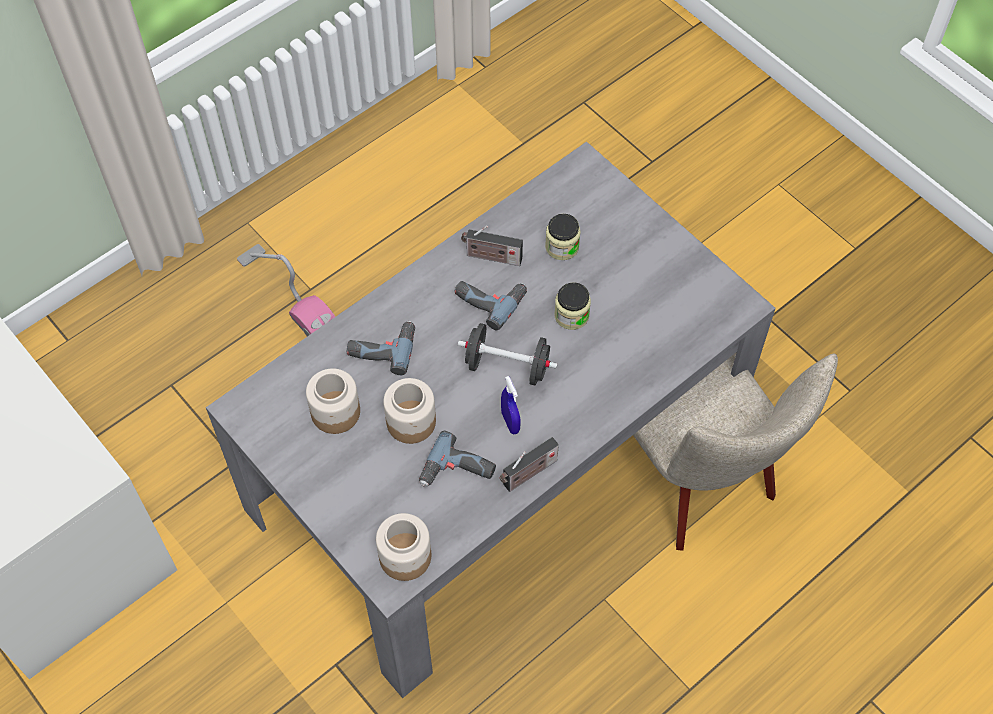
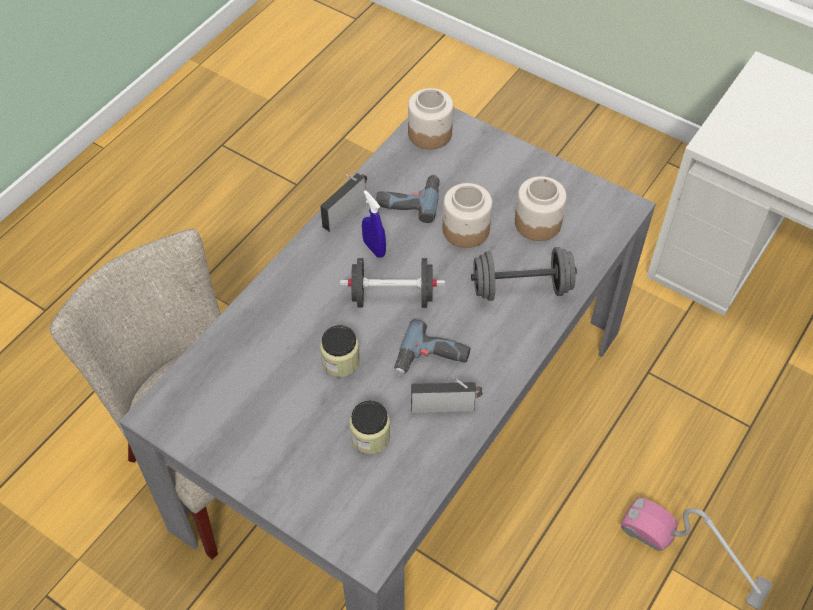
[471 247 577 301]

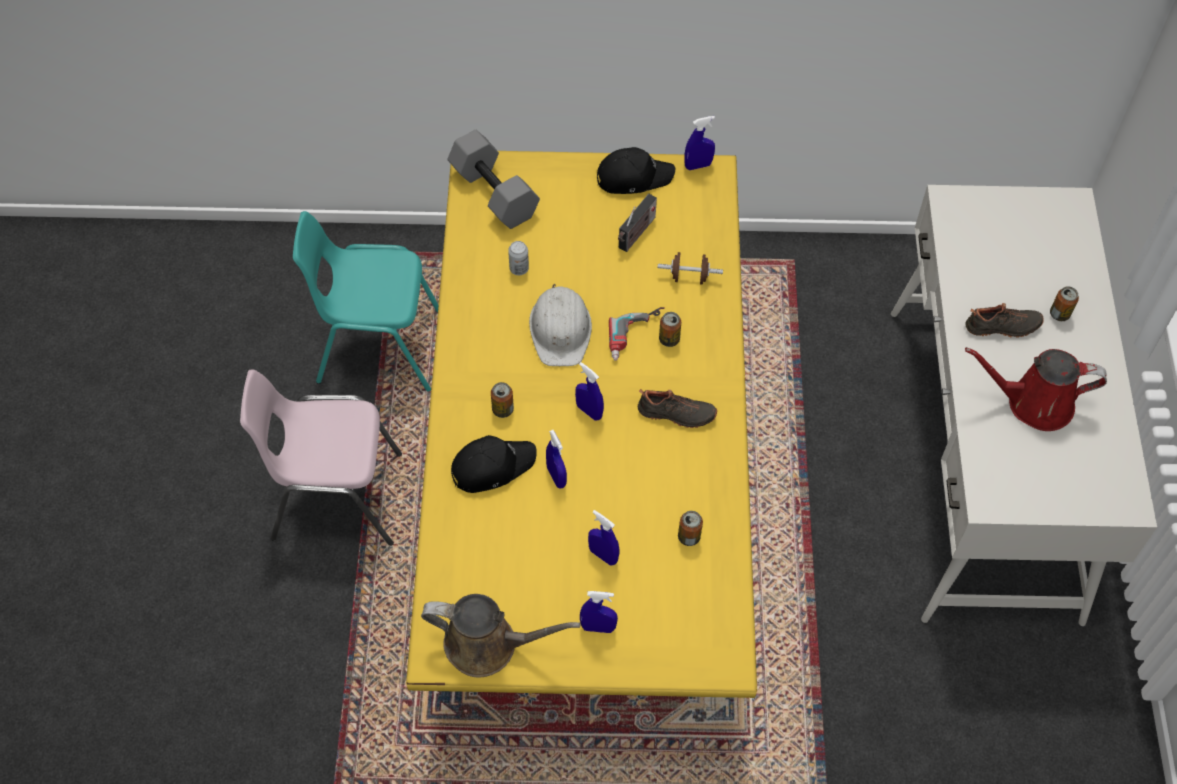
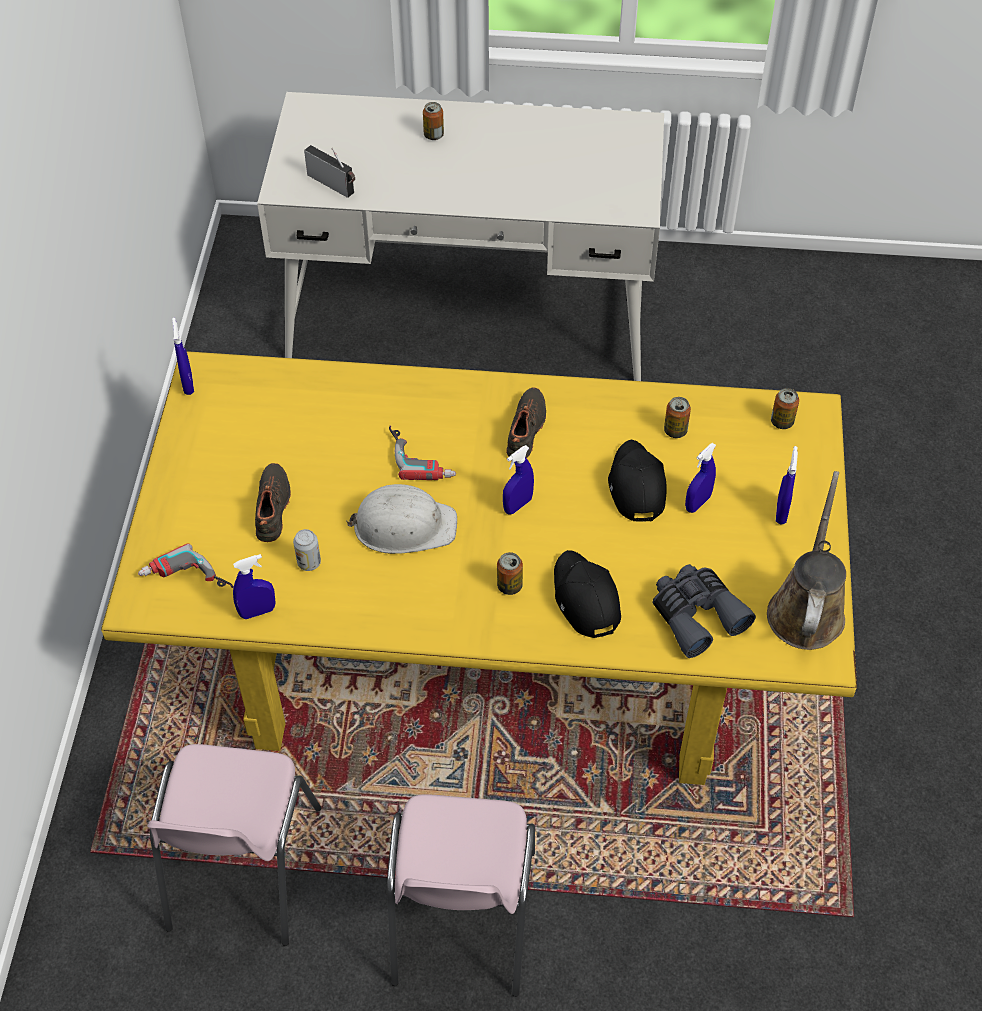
[138 543 233 588]
[608 440 667 522]
[304 145 355 198]
[147 744 321 946]
[658 252 723 285] (first image)
[255 463 291 542]
[771 388 799 429]
[965 347 1107 431] (first image)
[233 554 276 619]
[652 564 756 658]

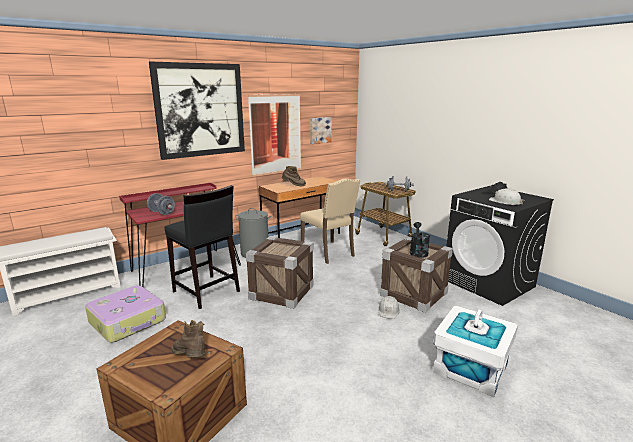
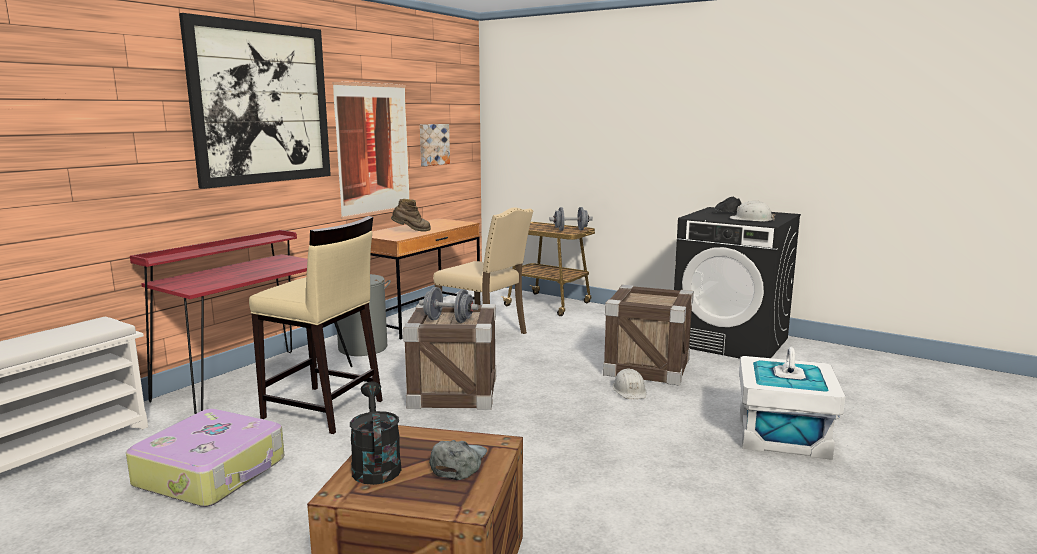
[249 216 383 434]
[419 287 479 323]
[350 382 401 485]
[429 440 487 480]

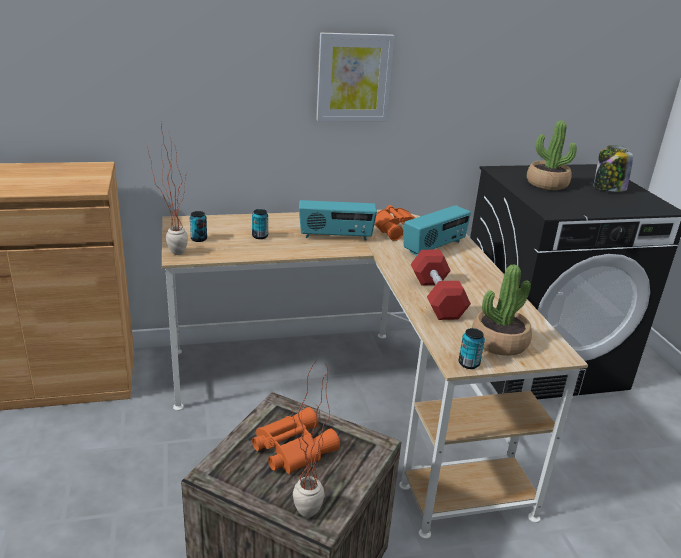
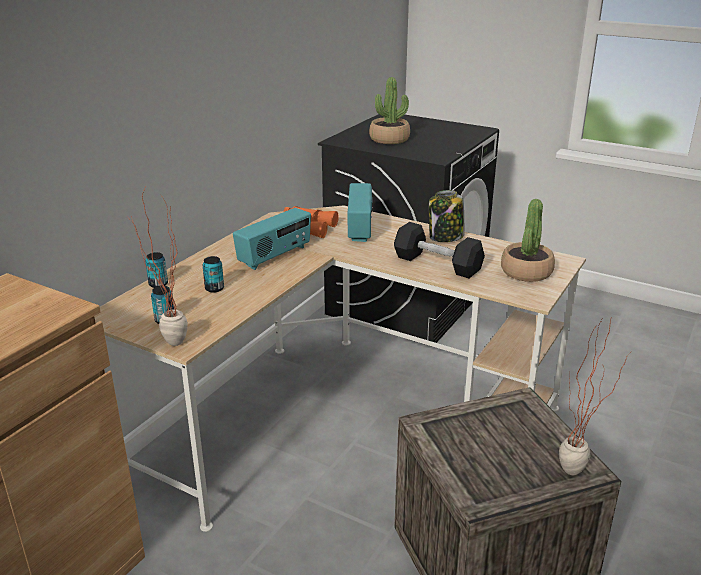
[316 32 395 121] (first image)
[429 190 464 242]
[394 222 485 278]
[145 252 168 288]
[252 407 340 474] (first image)

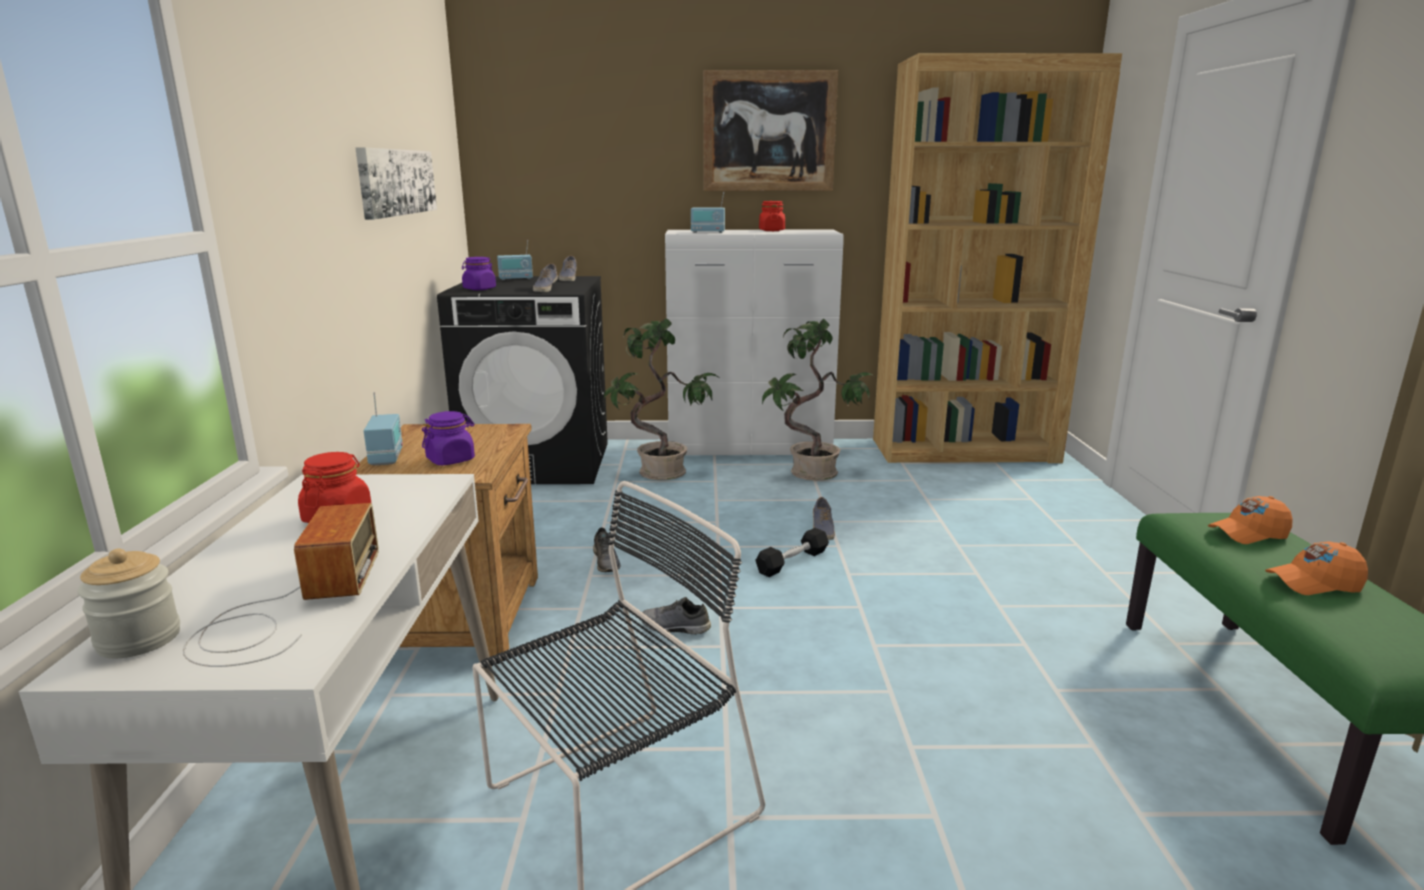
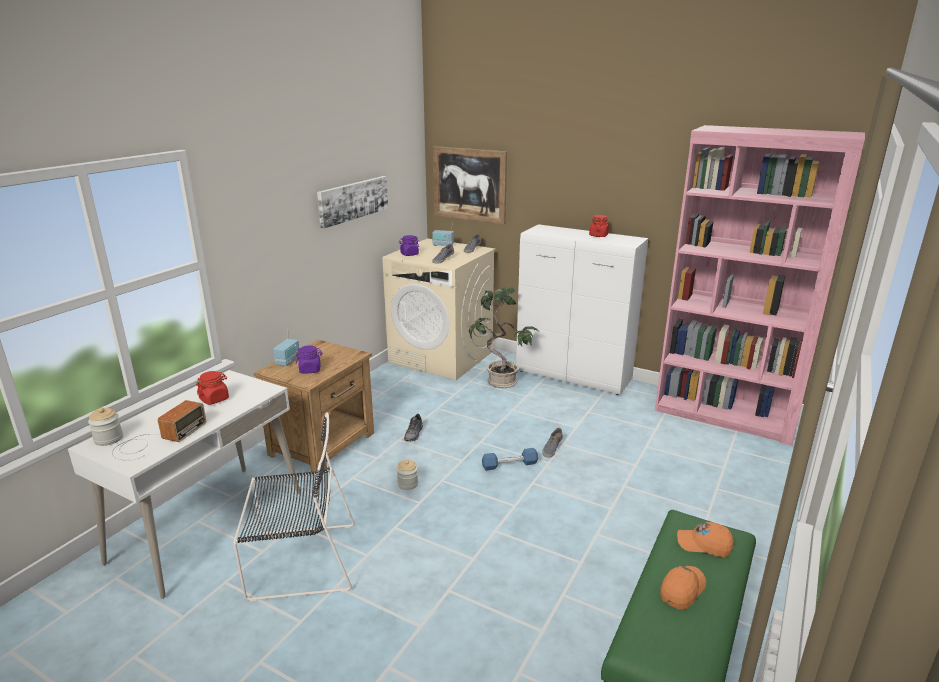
[655 125 865 446]
[433 146 507 224]
[691 192 725 233] (first image)
[382 238 495 380]
[762 319 876 481] (first image)
[482 448 538 471]
[660 566 706 609]
[397 460 418 490]

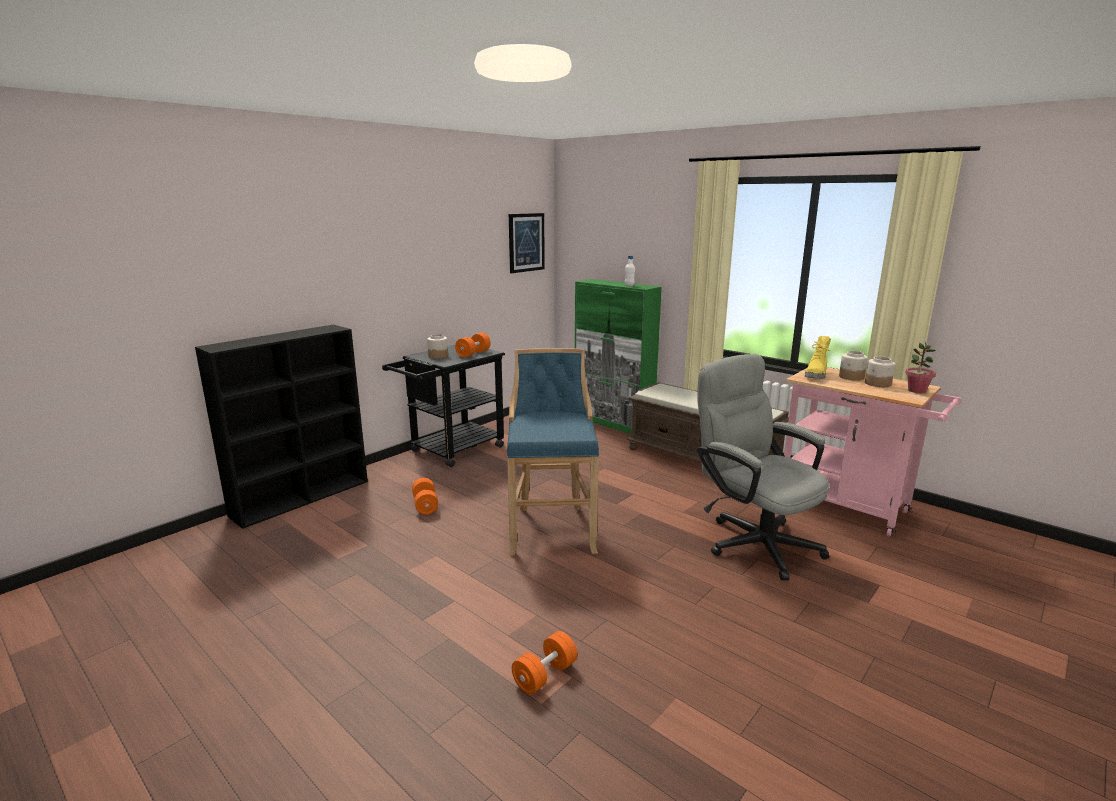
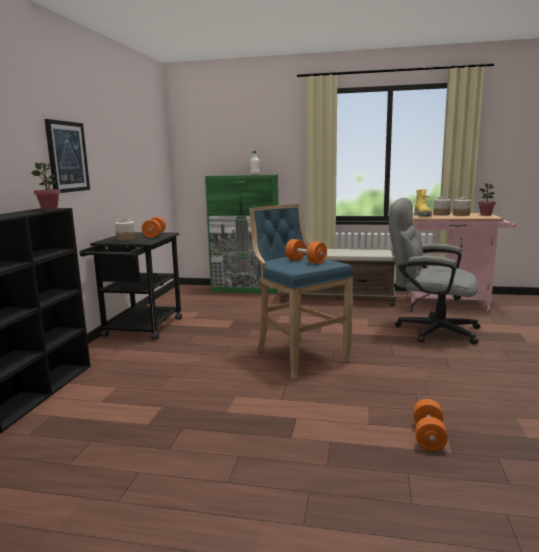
[44 119 90 193]
[285 239 327 264]
[31 162 61 210]

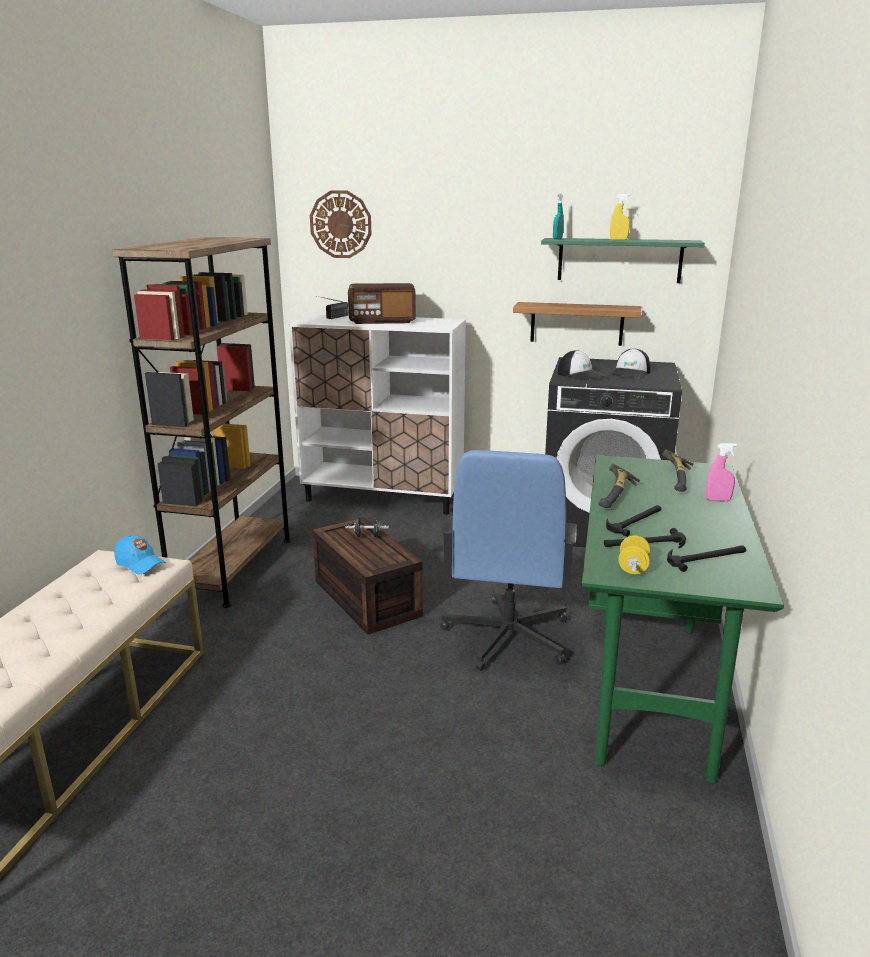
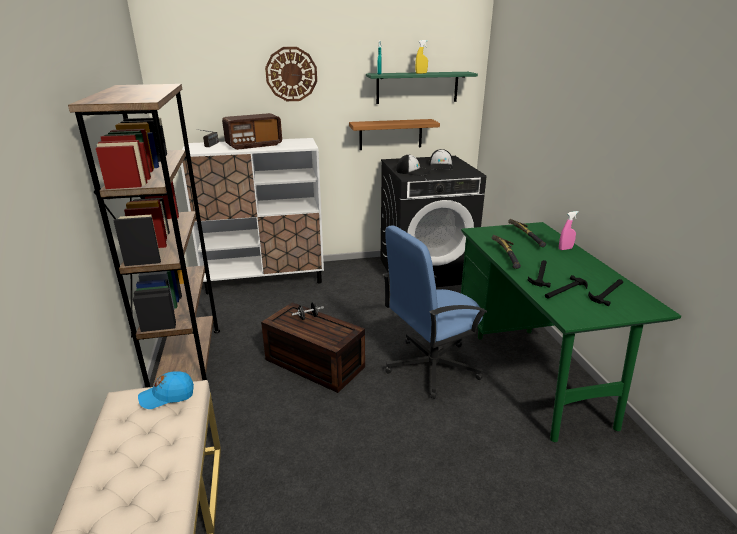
[265 47 317 101]
[383 225 487 399]
[138 371 194 409]
[618 536 650 574] (first image)

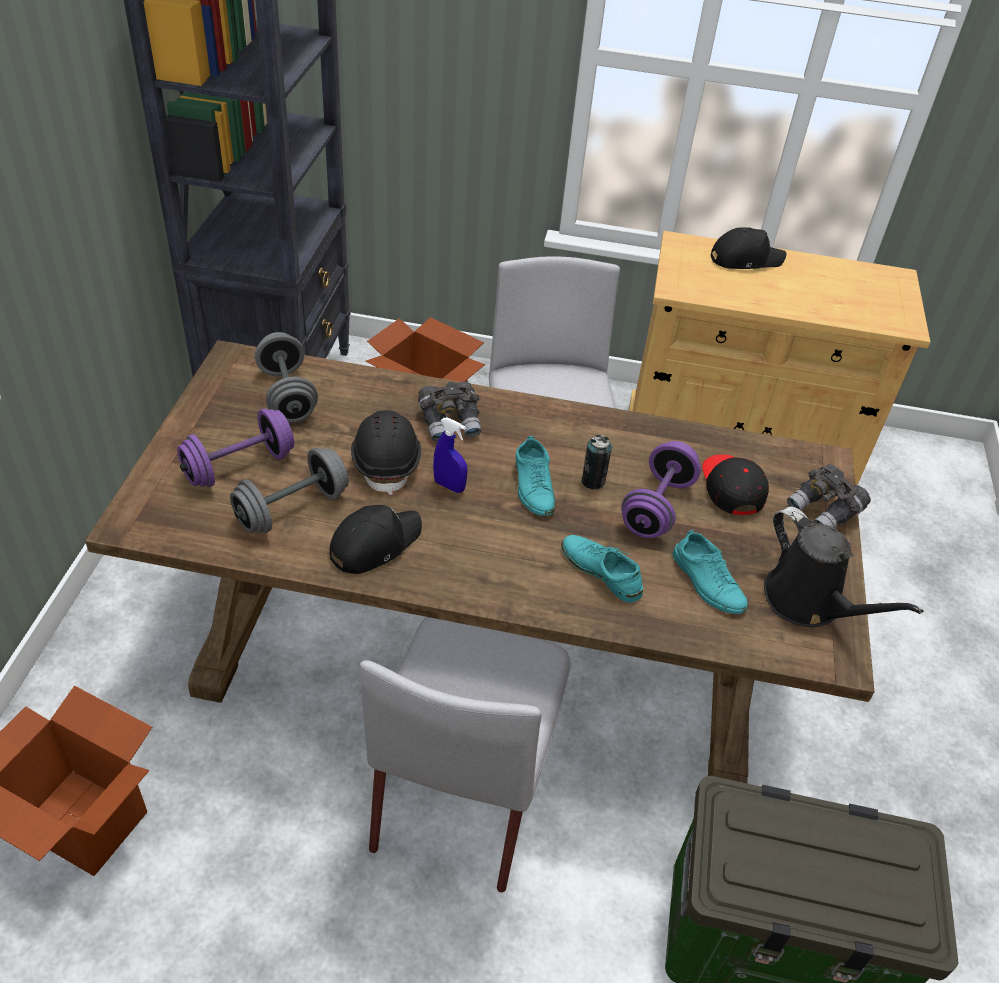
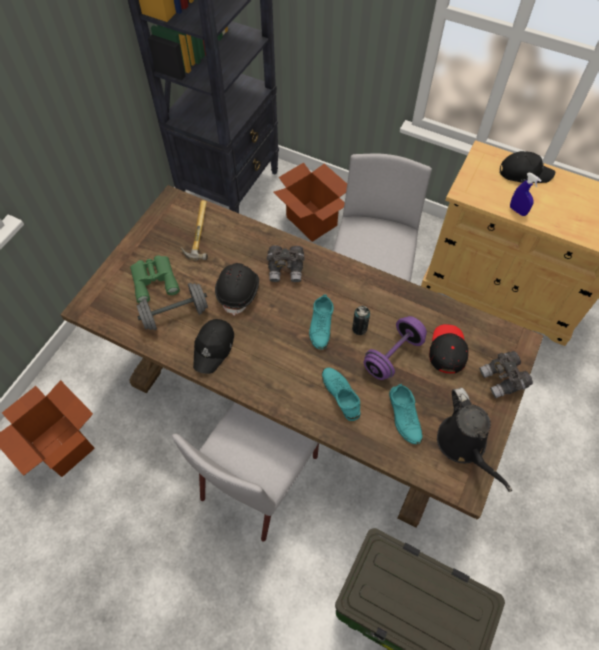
[181 200 208 261]
[130 255 180 303]
[510 173 542 216]
[193 319 234 374]

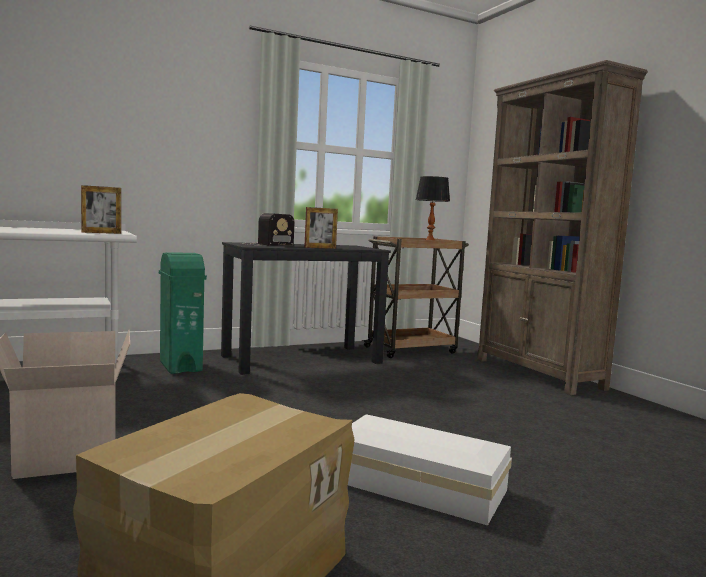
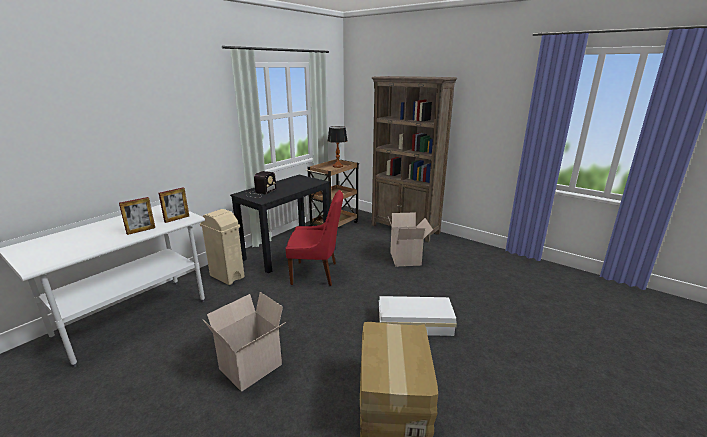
[119 197 155 235]
[200 209 245 285]
[285 190 343 286]
[388 212 433 266]

